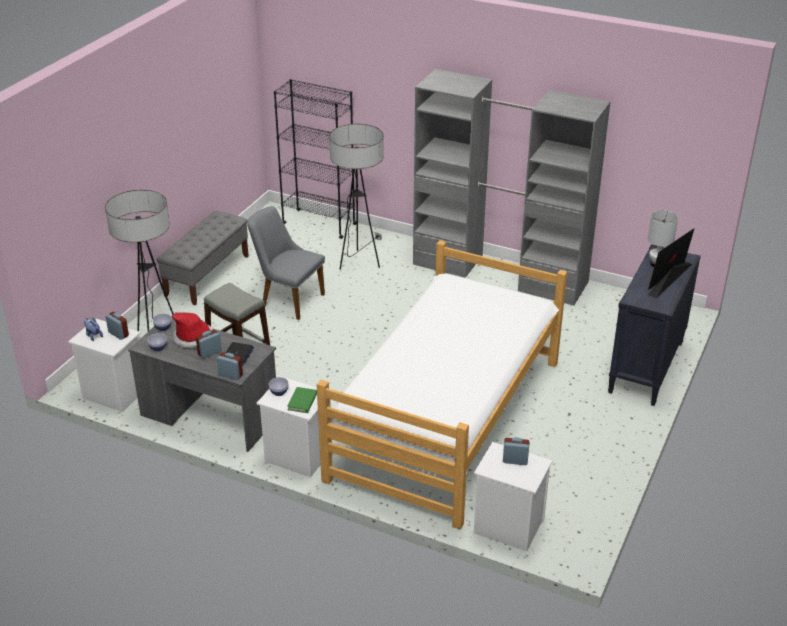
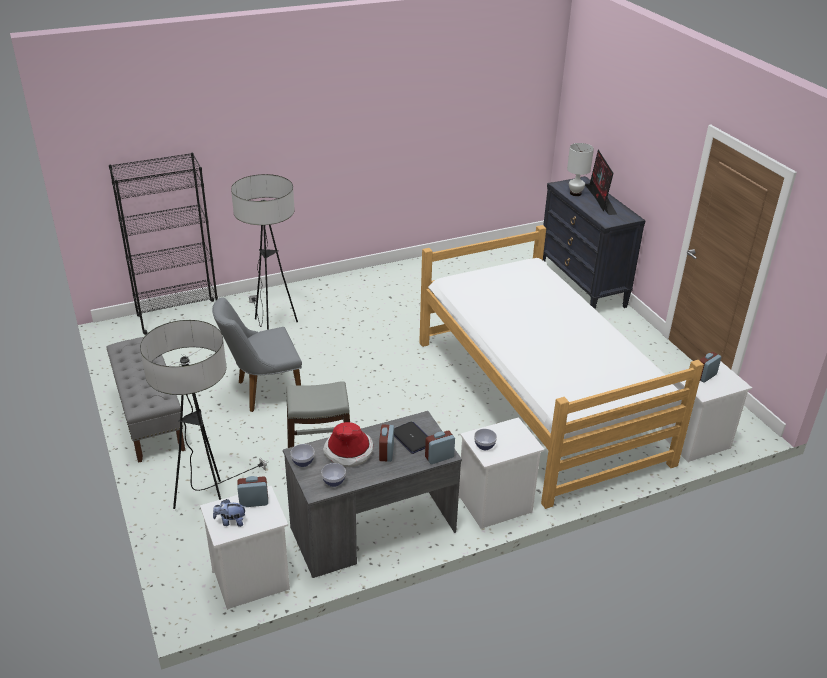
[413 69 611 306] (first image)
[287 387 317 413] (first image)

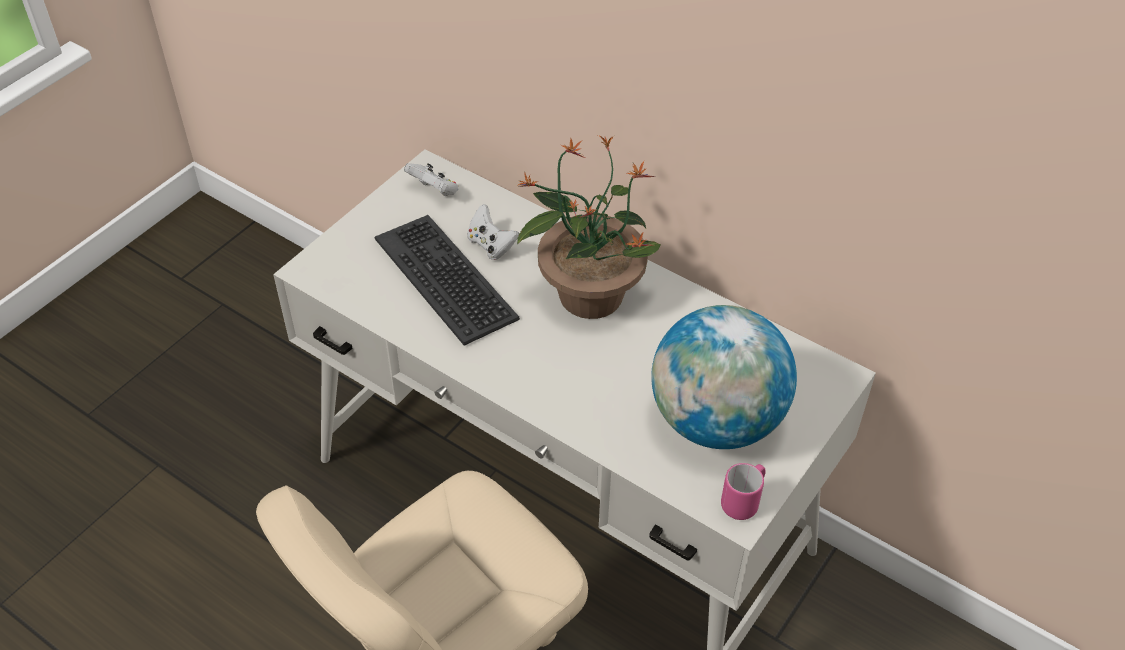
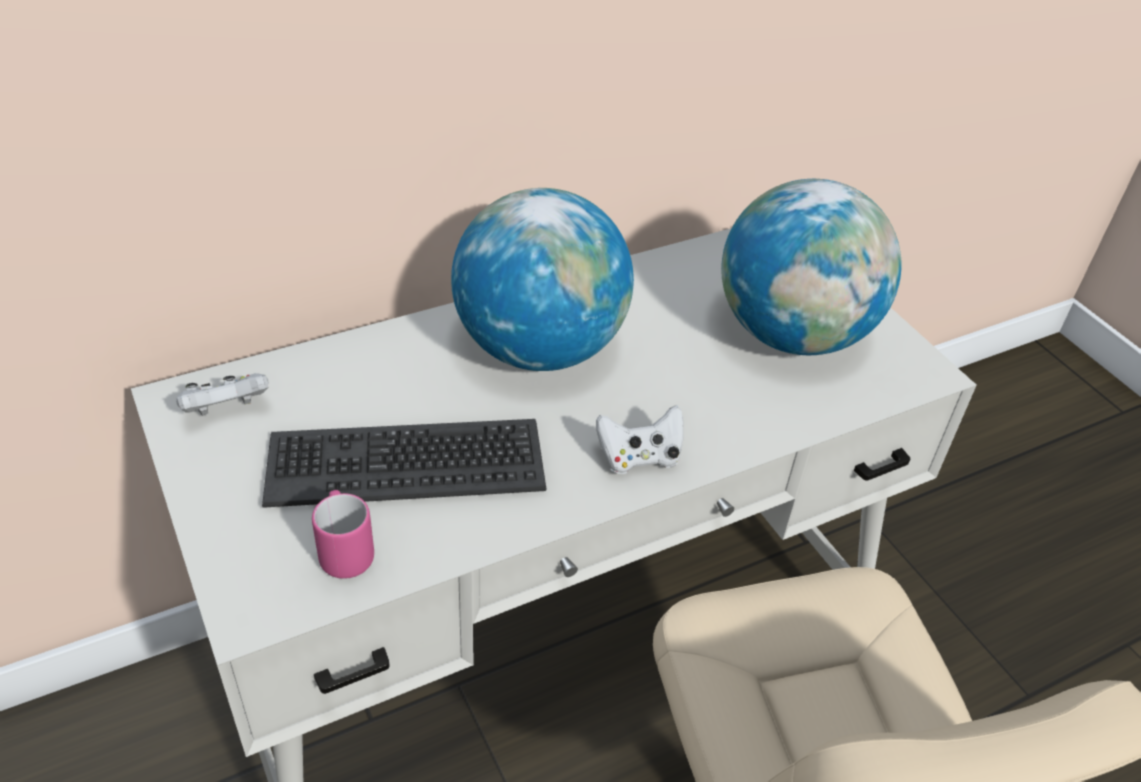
[451 188 634 371]
[596 405 683 474]
[312 490 374 579]

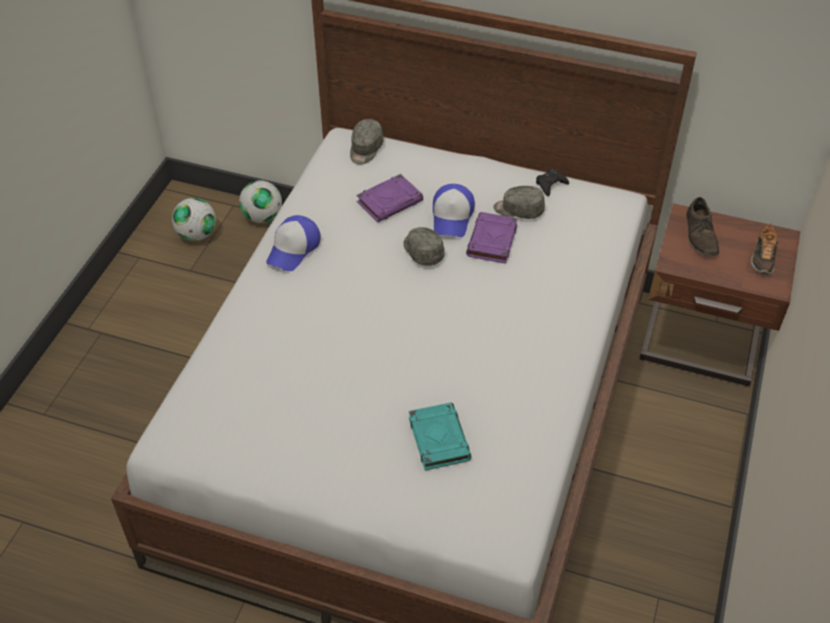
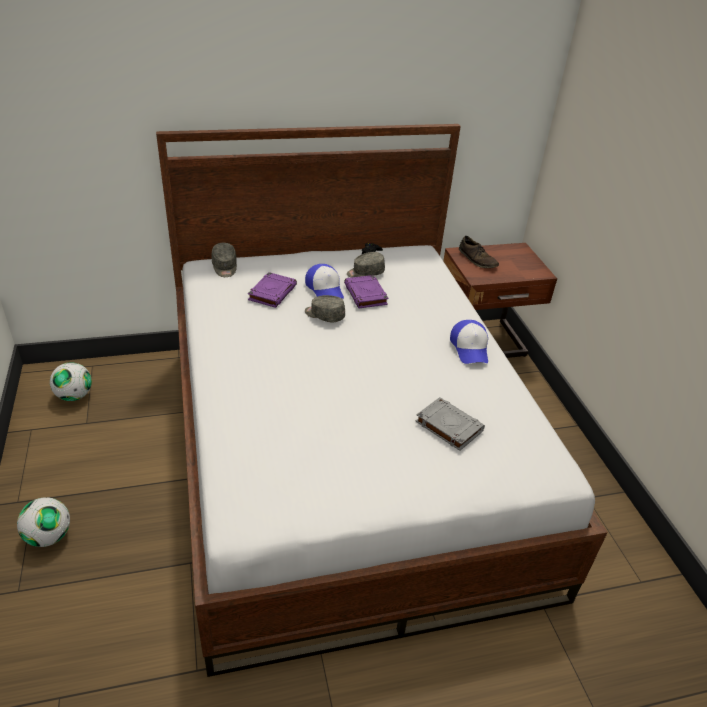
[17 497 70 547]
[450 320 488 364]
[751 224 779 275] (first image)
[415 397 485 451]

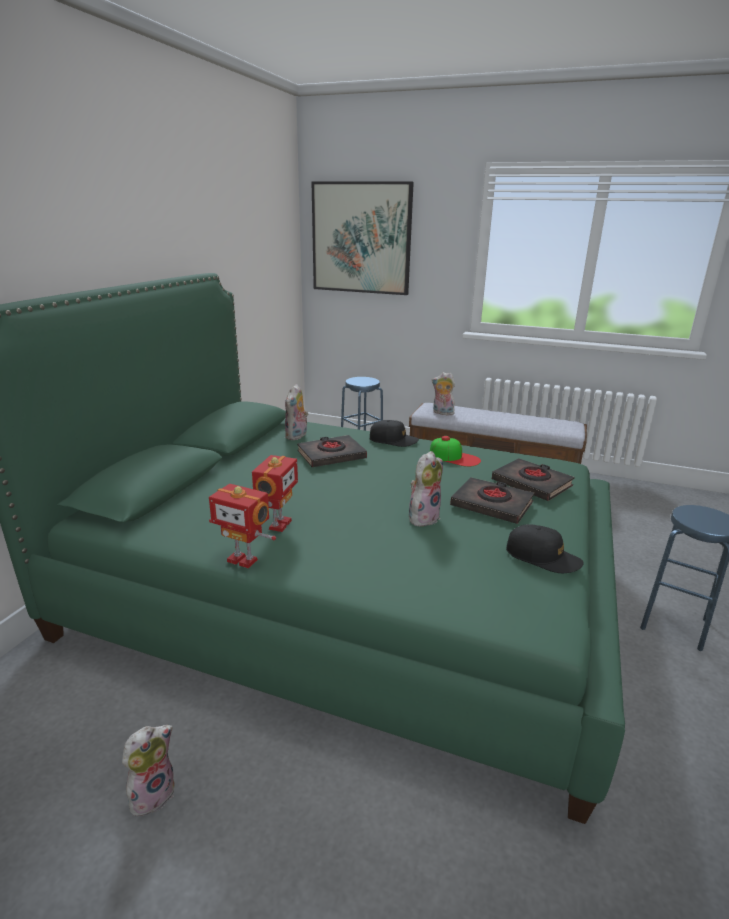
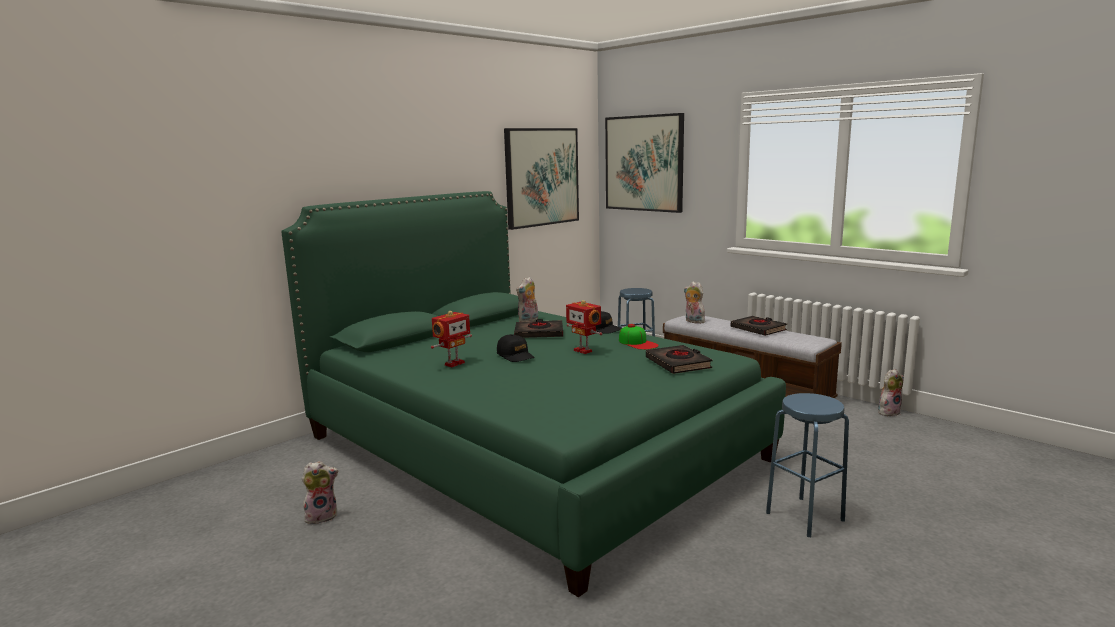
[878 369 904 416]
[731 316 787 336]
[566 300 602 354]
[497 334 535 362]
[504 128 579 230]

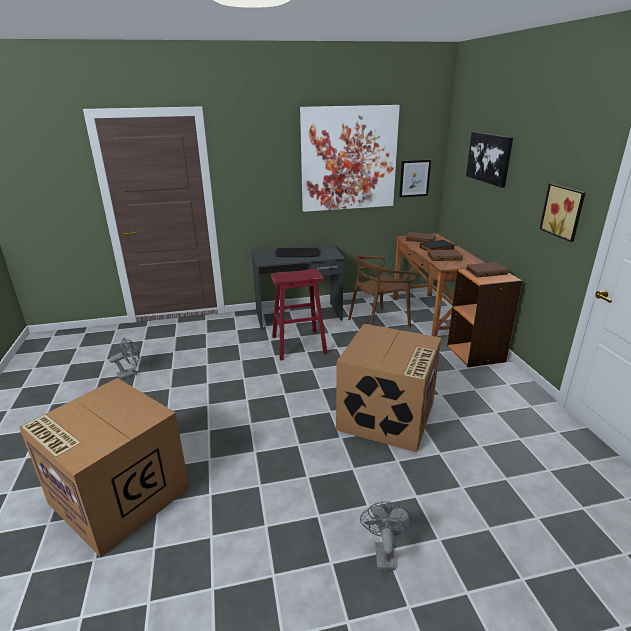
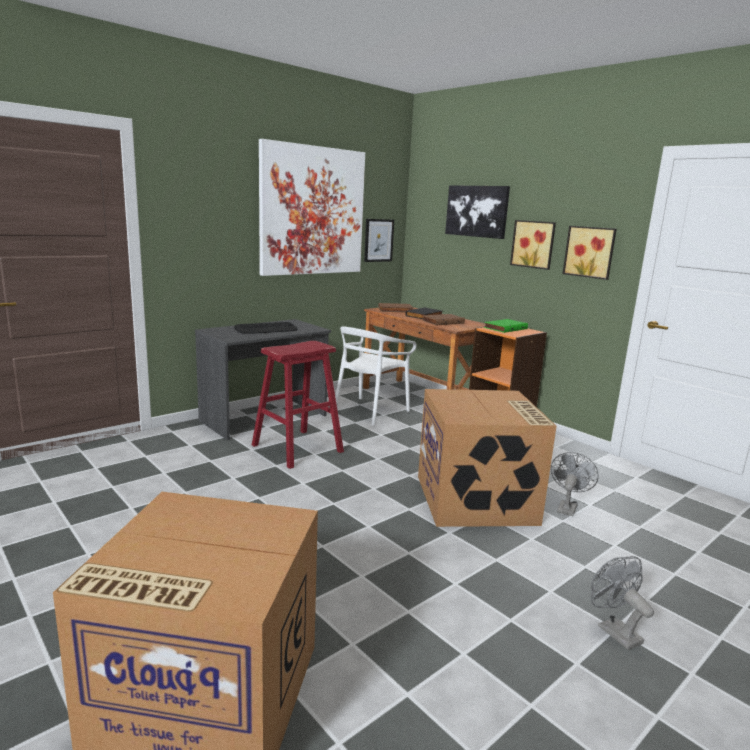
[335 326 417 426]
[484 319 528 333]
[551 452 599 516]
[510 220 556 270]

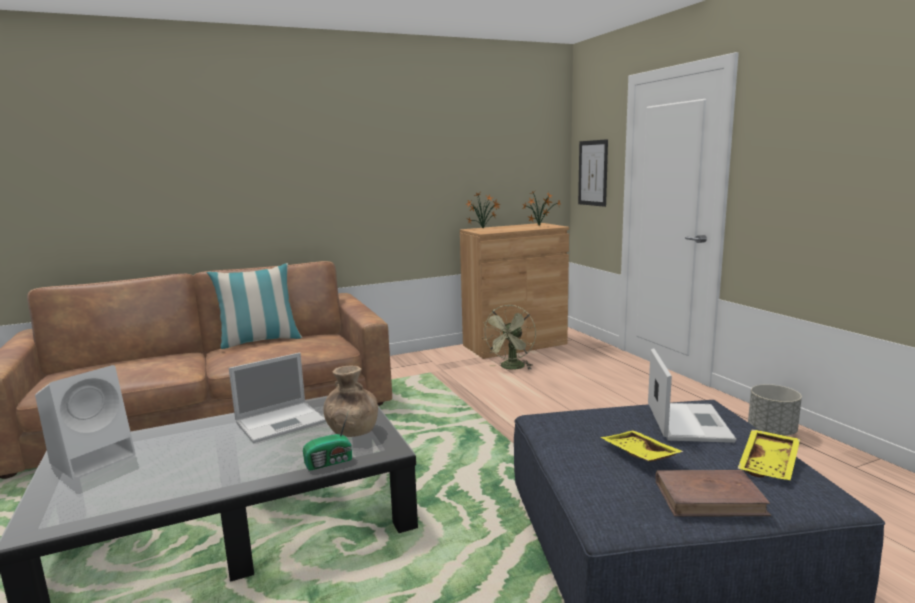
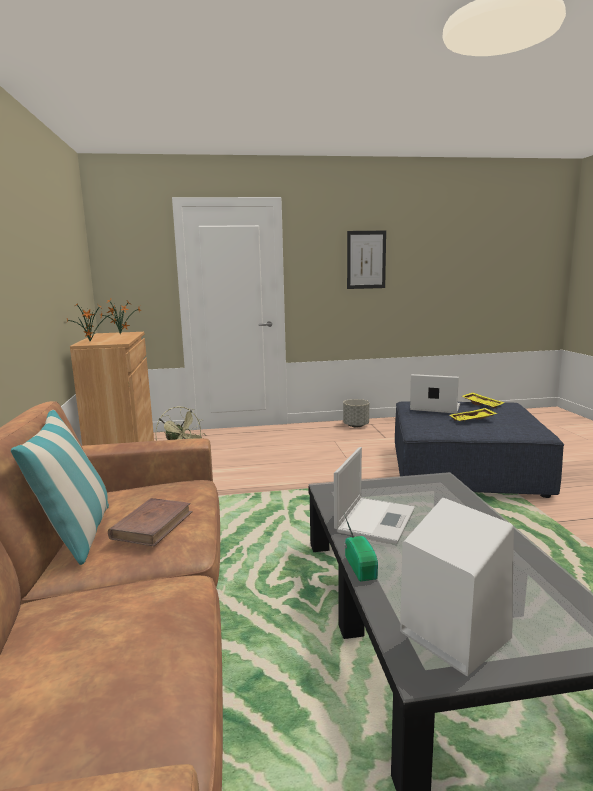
[347 231 386 289]
[334 447 415 544]
[323 366 378 437] (first image)
[344 514 378 582]
[108 498 193 546]

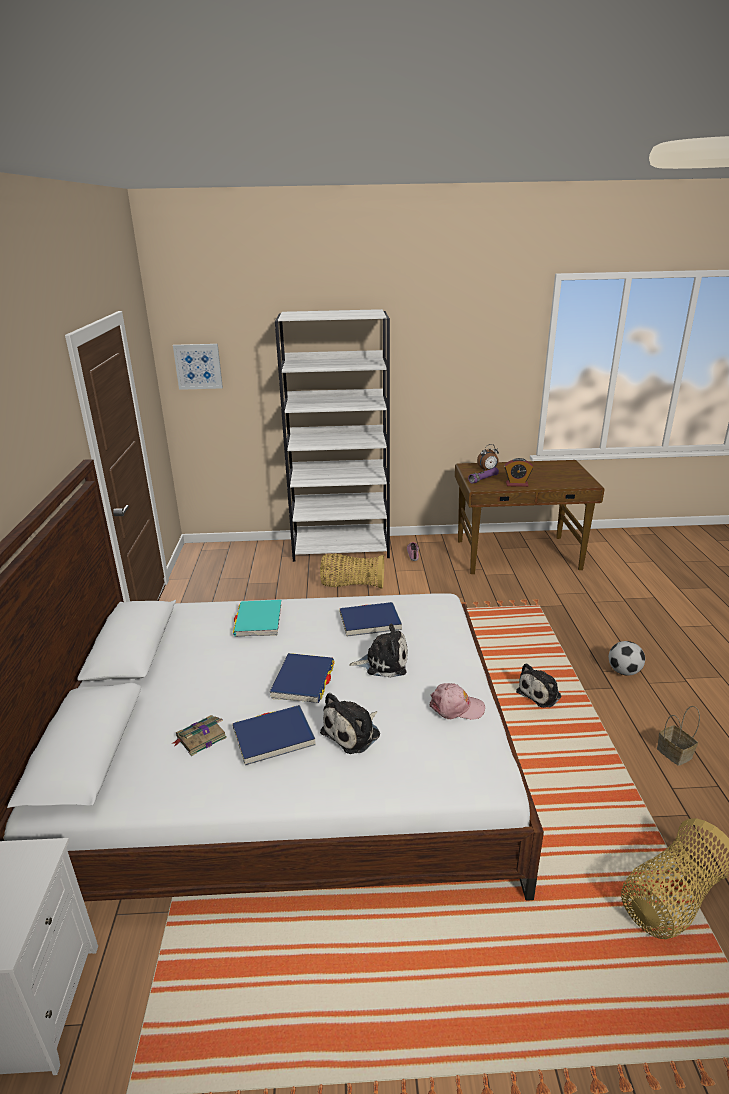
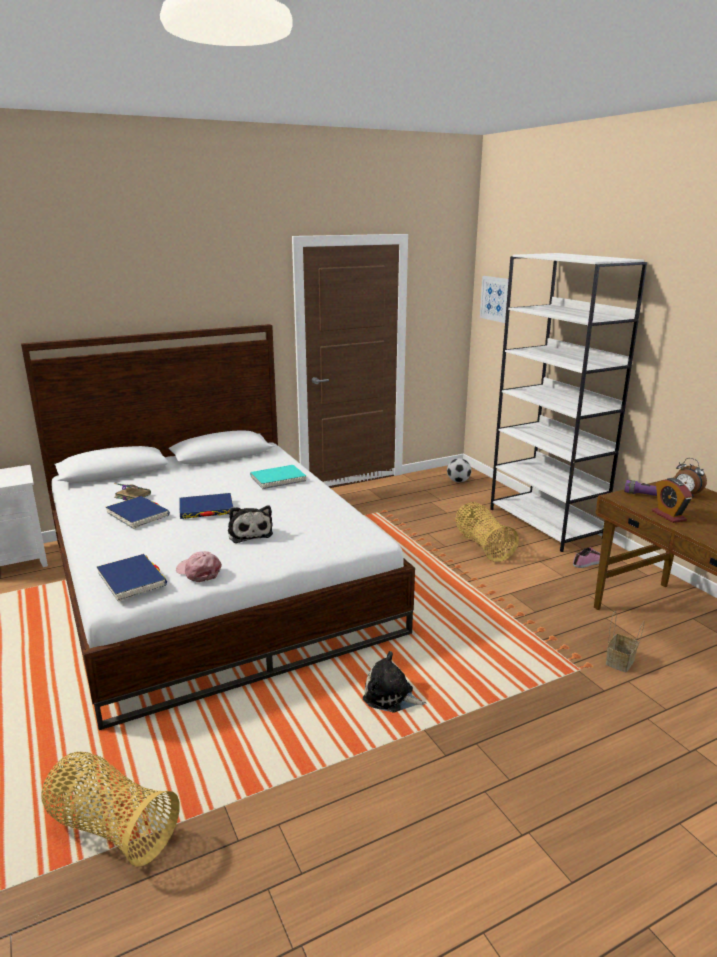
[97 554 167 601]
[447 458 471 482]
[176 551 222 582]
[320 693 380 754] (first image)
[606 611 644 673]

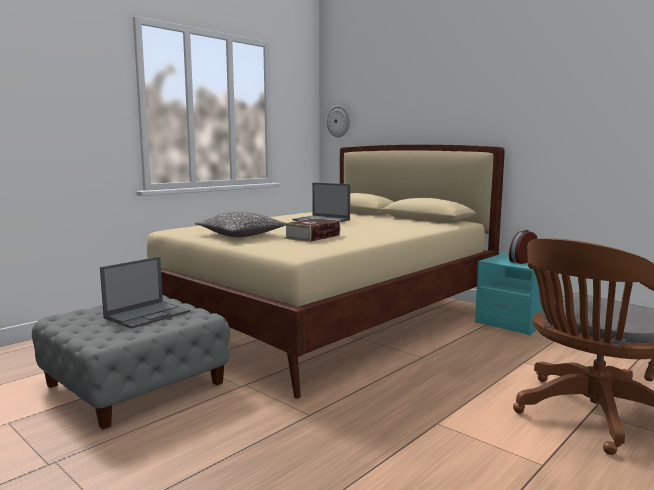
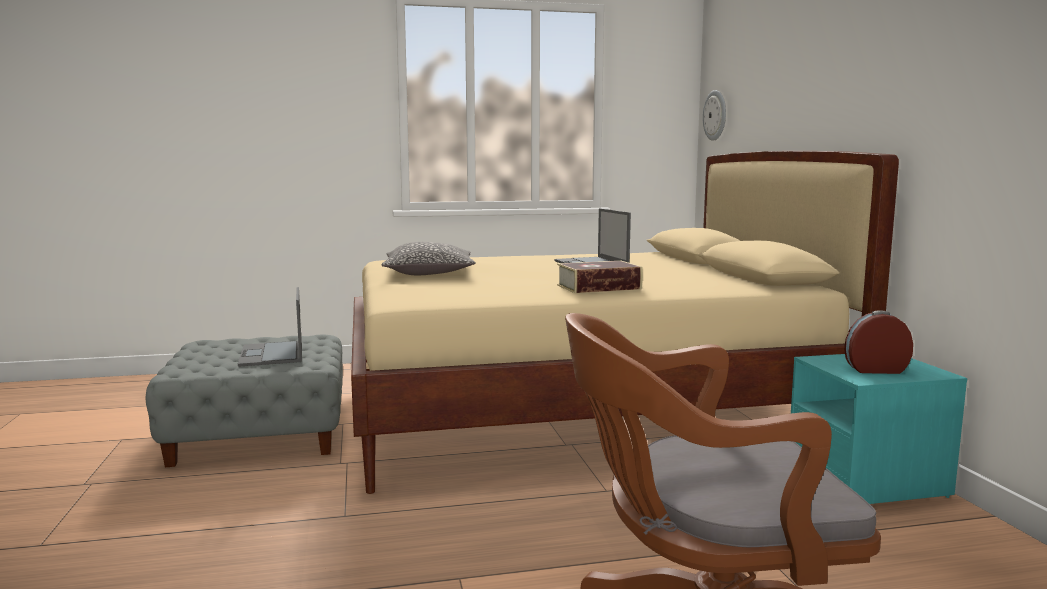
[557 261 643 293]
[238 287 302 367]

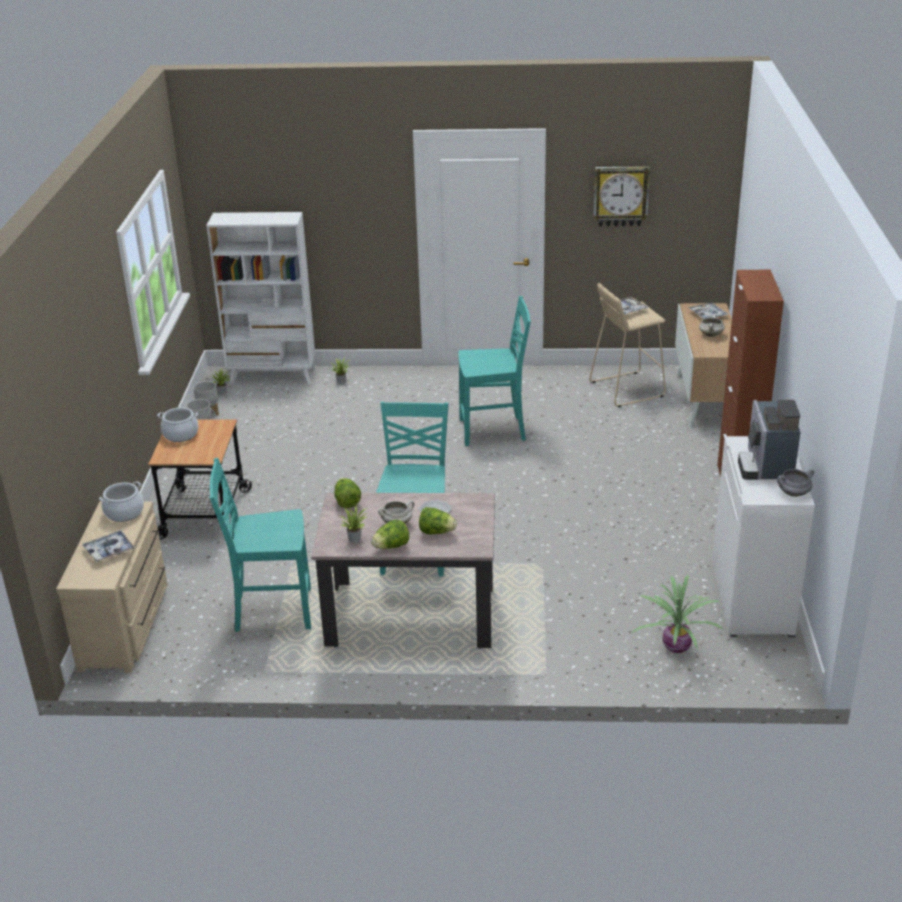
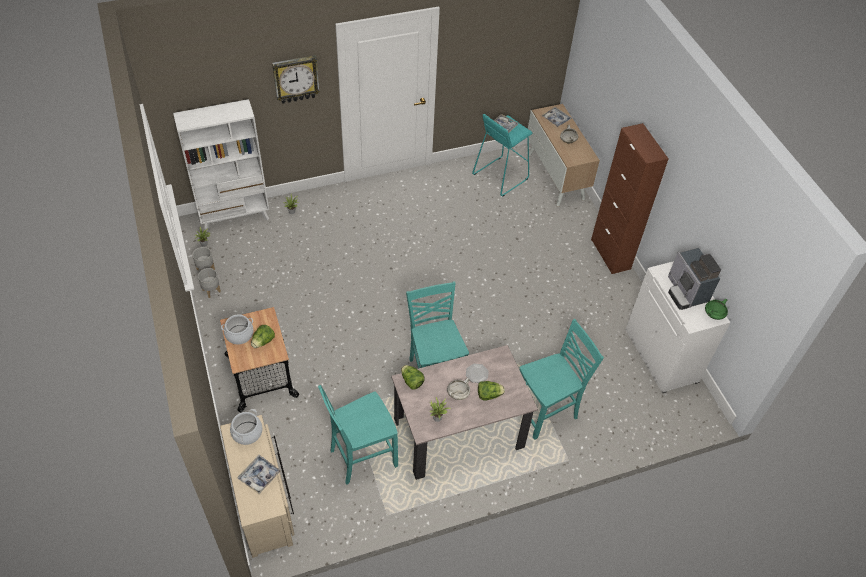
[272 55 320 104]
[472 114 532 196]
[520 319 604 440]
[705 299 728 320]
[251 325 275 348]
[632 575 723 653] (first image)

